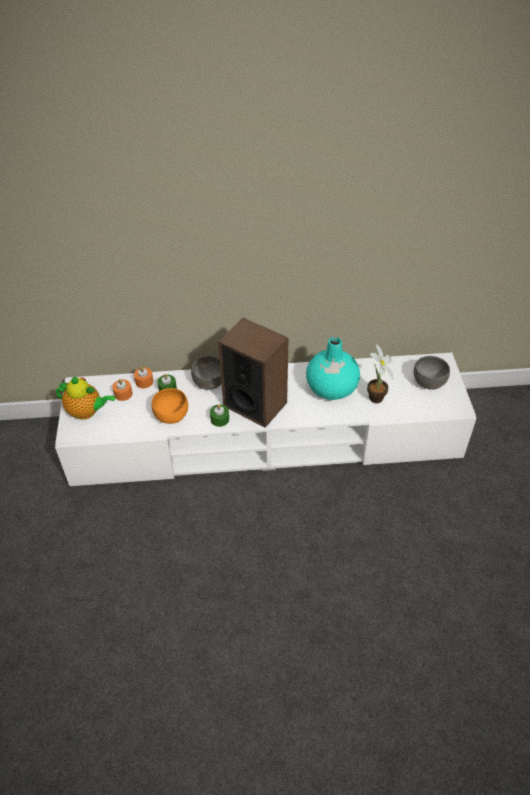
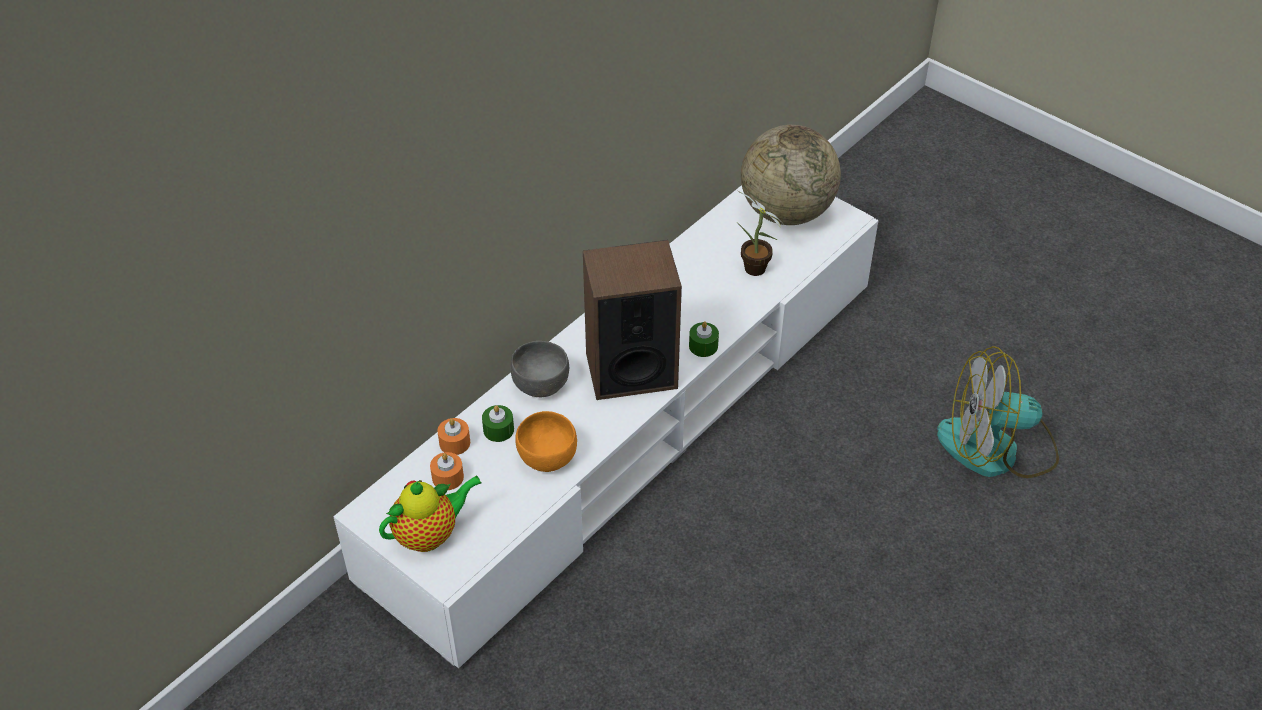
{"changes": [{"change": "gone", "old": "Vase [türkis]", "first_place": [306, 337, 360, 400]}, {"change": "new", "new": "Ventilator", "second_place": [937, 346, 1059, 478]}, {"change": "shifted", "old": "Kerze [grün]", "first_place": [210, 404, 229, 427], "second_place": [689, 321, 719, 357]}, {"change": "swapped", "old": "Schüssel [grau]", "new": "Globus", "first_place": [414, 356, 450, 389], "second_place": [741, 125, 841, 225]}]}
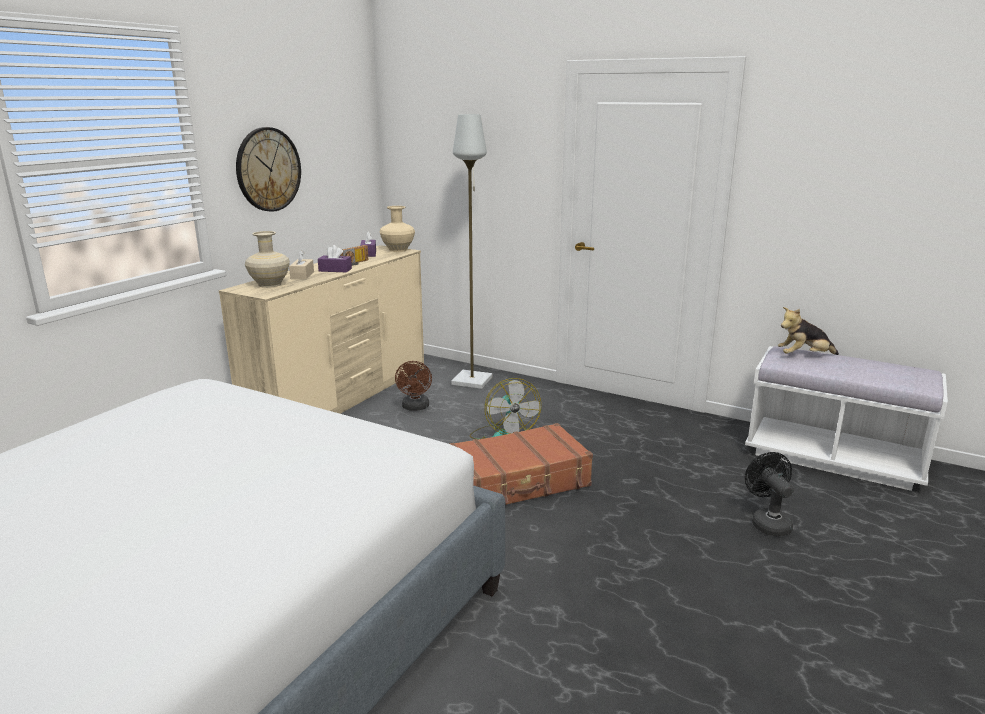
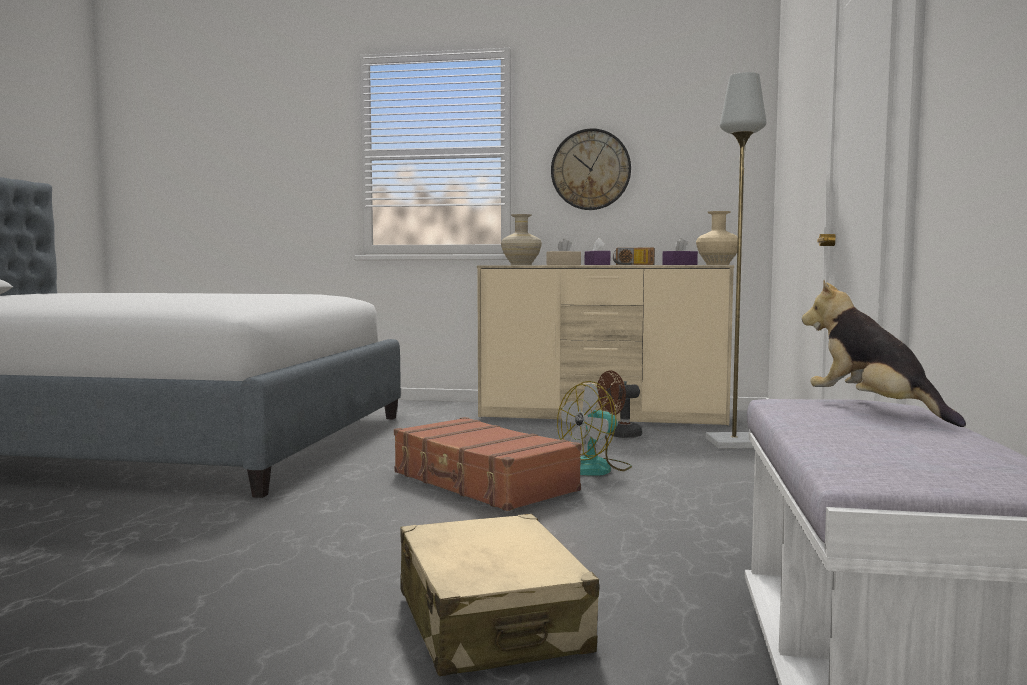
{"changes": [{"change": "swapped", "old": "Ventilator [schwarz]", "new": "Koffer [beige]", "first_place": [745, 452, 794, 536], "second_place": [400, 514, 599, 676]}]}
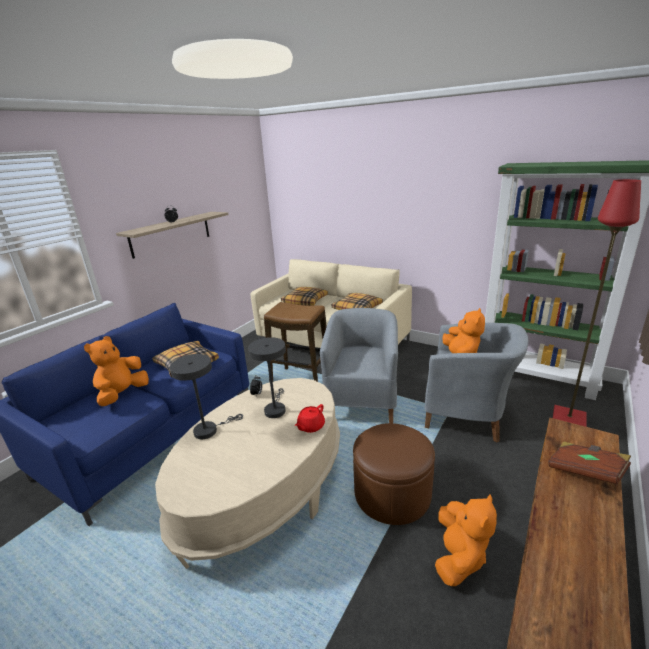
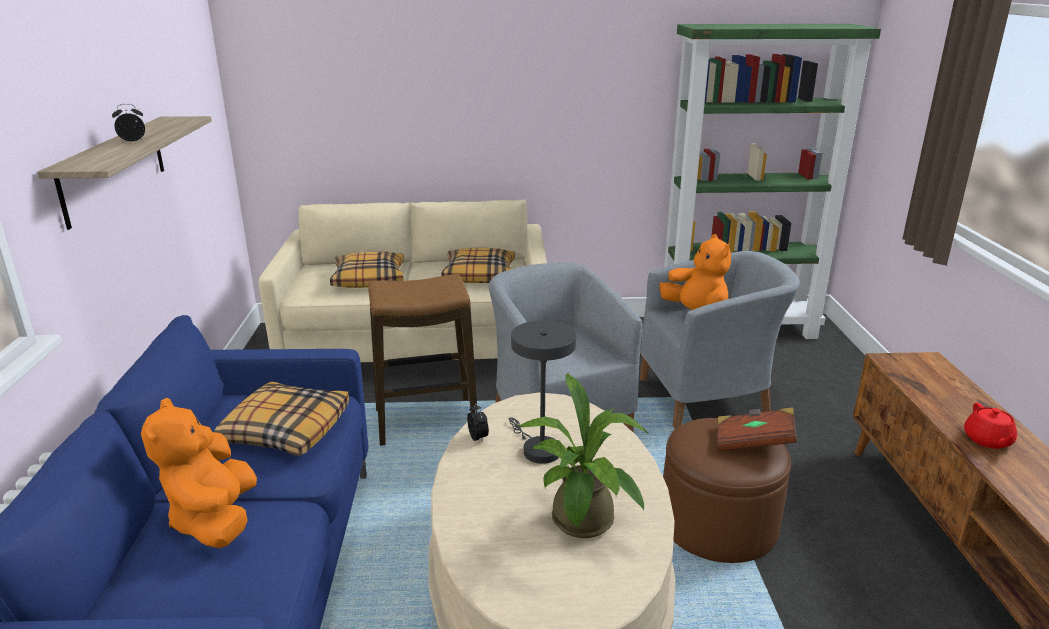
{"changes": [{"change": "gone", "old": "Tischlampe [grau]", "first_place": [170, 354, 243, 439]}, {"change": "gone", "old": "Plüschtier [orange]", "first_place": [435, 494, 497, 586]}, {"change": "gone", "old": "Stehlampe [rot]", "first_place": [553, 179, 641, 427]}, {"change": "new", "new": "Topfpflanze", "second_place": [516, 373, 648, 538]}, {"change": "shifted", "old": "Teekanne [rot]", "first_place": [295, 404, 325, 433], "second_place": [964, 403, 1017, 449]}, {"change": "shifted", "old": "Buch [braun]", "first_place": [548, 442, 631, 484], "second_place": [717, 407, 797, 451]}]}
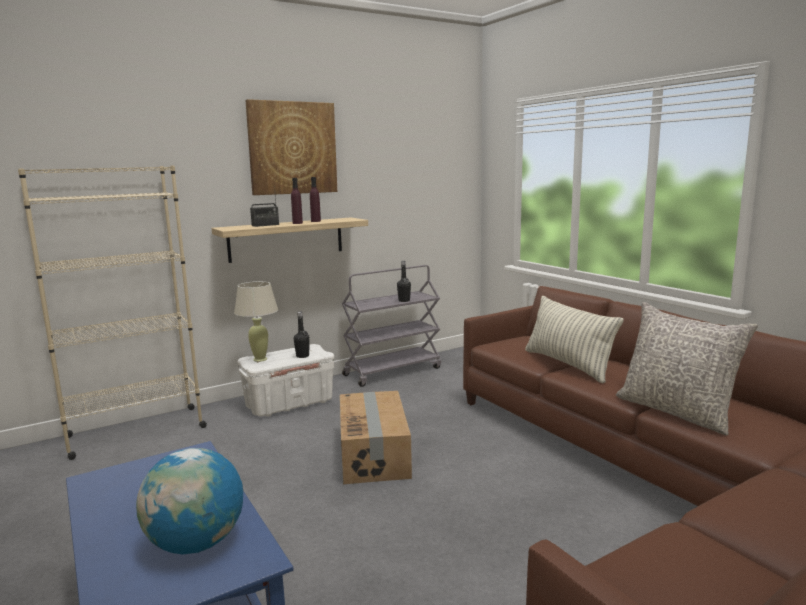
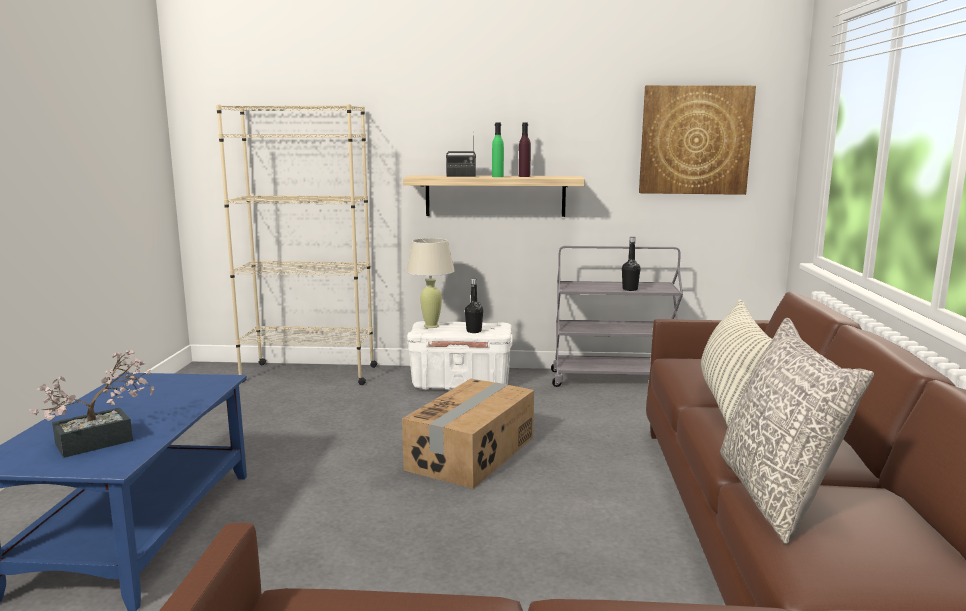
{"changes": [{"change": "shifted", "old": "Bild", "first_place": [245, 99, 337, 195], "second_place": [639, 85, 756, 195]}, {"change": "swapped", "old": "Globus", "new": "Topfpflanze", "first_place": [136, 448, 243, 554], "second_place": [29, 350, 155, 458]}, {"change": "repainted", "old": "Flasche [lila]", "new": "Flasche [grün]", "first_place": [291, 178, 303, 224], "second_place": [492, 123, 504, 177]}]}
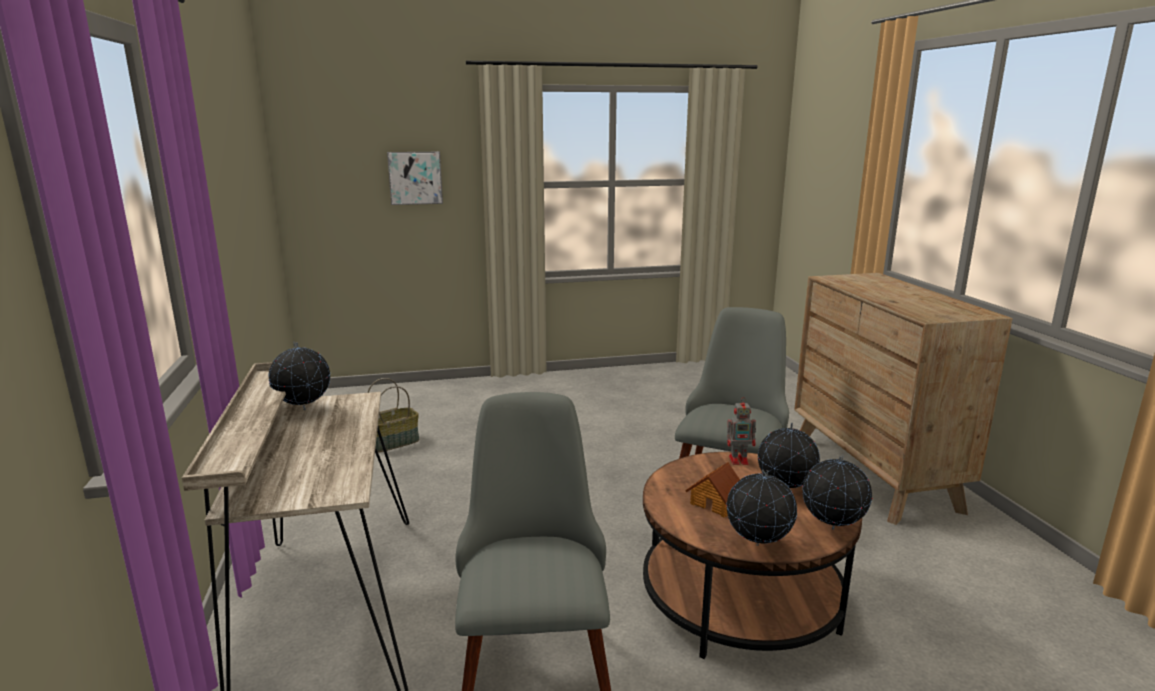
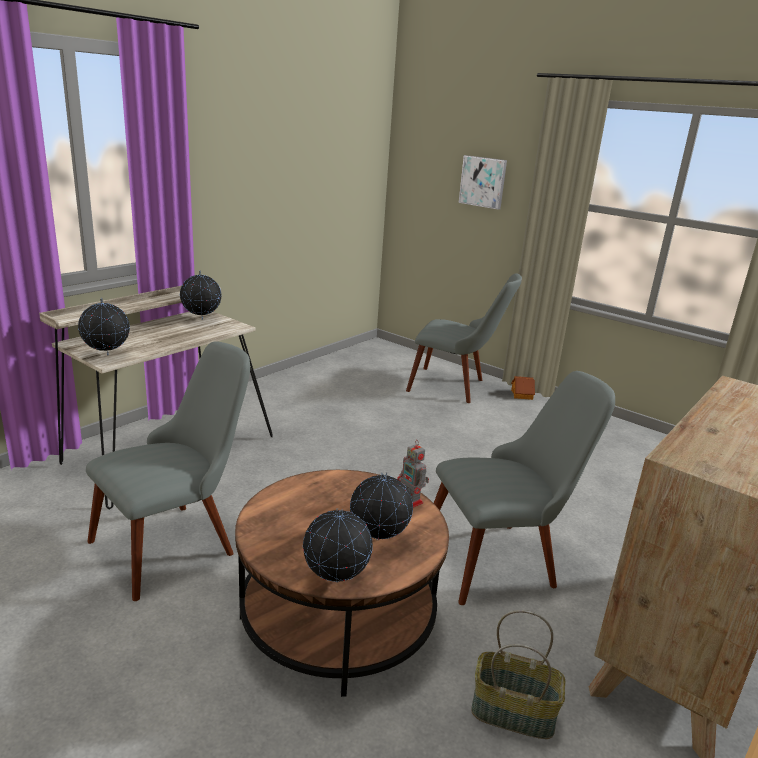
{"changes": [{"change": "new", "new": "Stuhl [grau]", "second_place": [406, 273, 522, 403]}, {"change": "shifted", "old": "Korb", "first_place": [368, 378, 419, 453], "second_place": [471, 610, 565, 739]}, {"change": "shifted", "old": "Spielzeughaus", "first_place": [685, 462, 740, 518], "second_place": [511, 376, 535, 400]}, {"change": "shifted", "old": "Globus", "first_place": [726, 469, 797, 546], "second_place": [78, 298, 130, 356]}]}
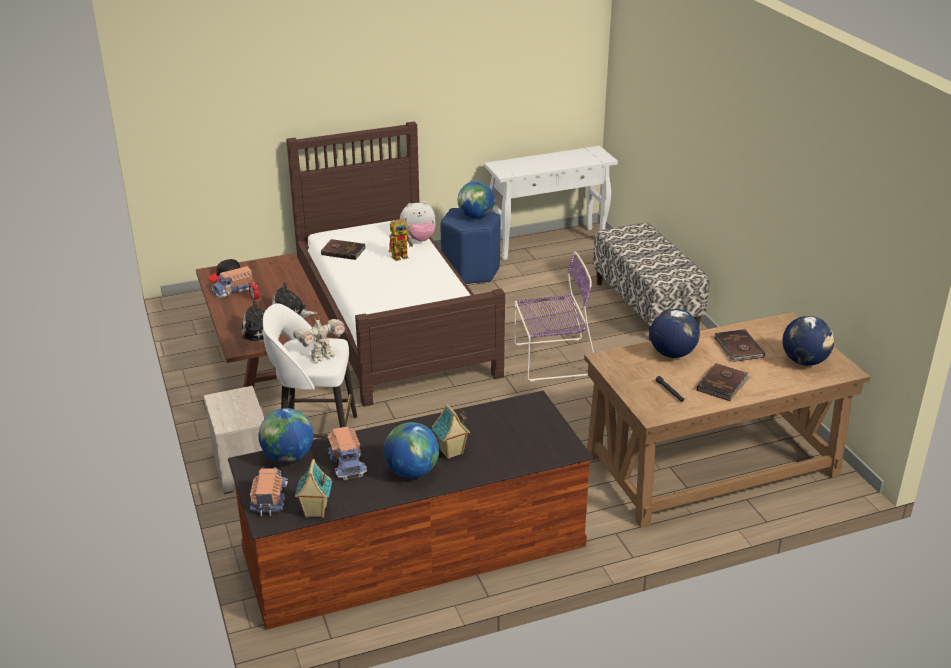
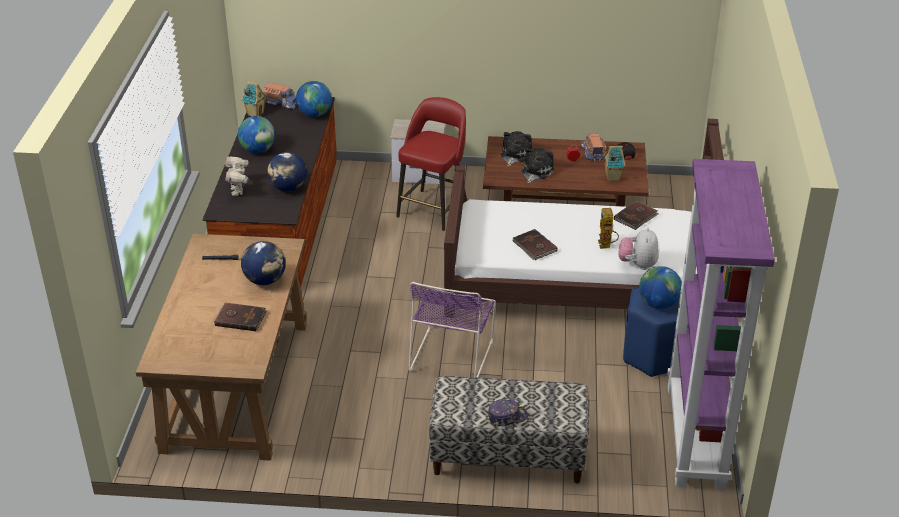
{"changes": [{"change": "gone", "old": "Spielzeuglaster", "first_place": [327, 426, 367, 480]}, {"change": "new", "new": "Kappe", "second_place": [488, 398, 528, 427]}, {"change": "shifted", "old": "Spielzeugroboter", "first_place": [293, 319, 345, 363], "second_place": [225, 157, 249, 196]}, {"change": "shifted", "old": "Spielzeughaus", "first_place": [432, 403, 471, 459], "second_place": [603, 146, 625, 181]}, {"change": "shifted", "old": "Buch [braun]", "first_place": [697, 363, 750, 401], "second_place": [513, 229, 558, 260]}, {"change": "shifted", "old": "Globus", "first_place": [782, 316, 834, 366], "second_place": [267, 152, 307, 192]}, {"change": "swapped", "old": "Konsolentisch [weiß]", "new": "Bücherregal [lila]", "first_place": [484, 146, 618, 260], "second_place": [667, 159, 775, 490]}, {"change": "repainted", "old": "Hocker [weiß]", "new": "Hocker [rot]", "first_place": [263, 303, 357, 438], "second_place": [396, 97, 467, 231]}]}
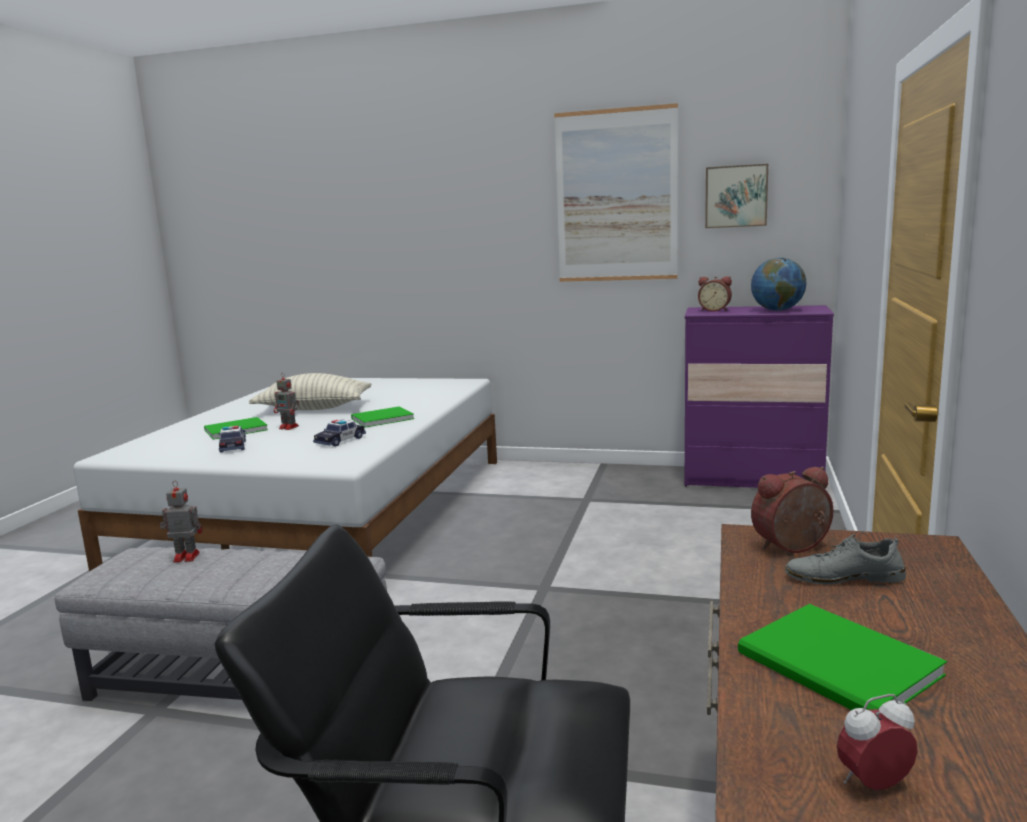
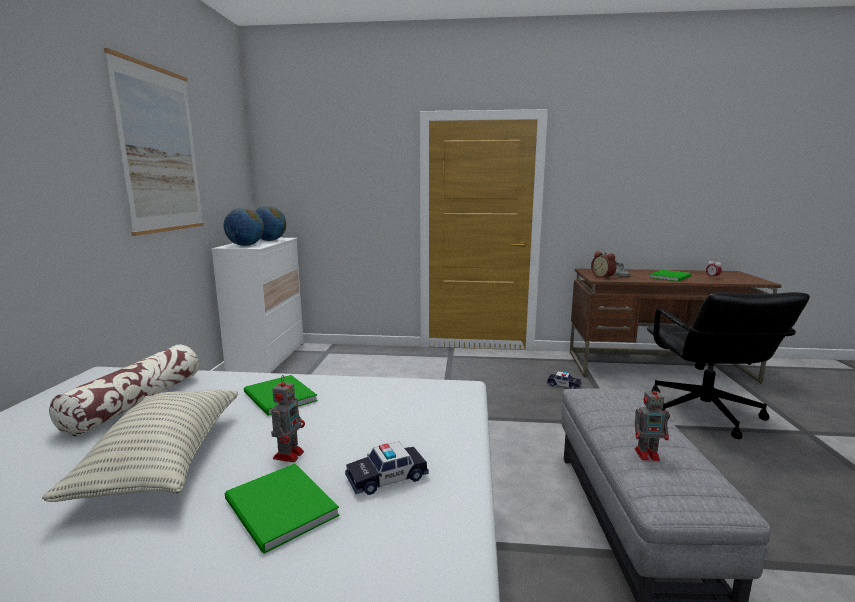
{"changes": [{"change": "gone", "old": "Bild", "first_place": [705, 164, 768, 228]}, {"change": "new", "new": "Kissen", "second_place": [49, 345, 199, 436]}, {"change": "shifted", "old": "Spielzeugauto", "first_place": [313, 419, 366, 446], "second_place": [547, 371, 582, 389]}, {"change": "swapped", "old": "Wecker", "new": "Globus", "first_place": [698, 276, 732, 312], "second_place": [224, 208, 264, 246]}, {"change": "repainted", "old": "Kommode [lila]", "new": "Kommode [weiß]", "first_place": [685, 305, 834, 488], "second_place": [211, 238, 304, 373]}, {"change": "rotated", "old": "Spielzeugroboter", "first_place": [160, 480, 202, 563], "second_place": [635, 385, 669, 461], "degrees": -75}]}
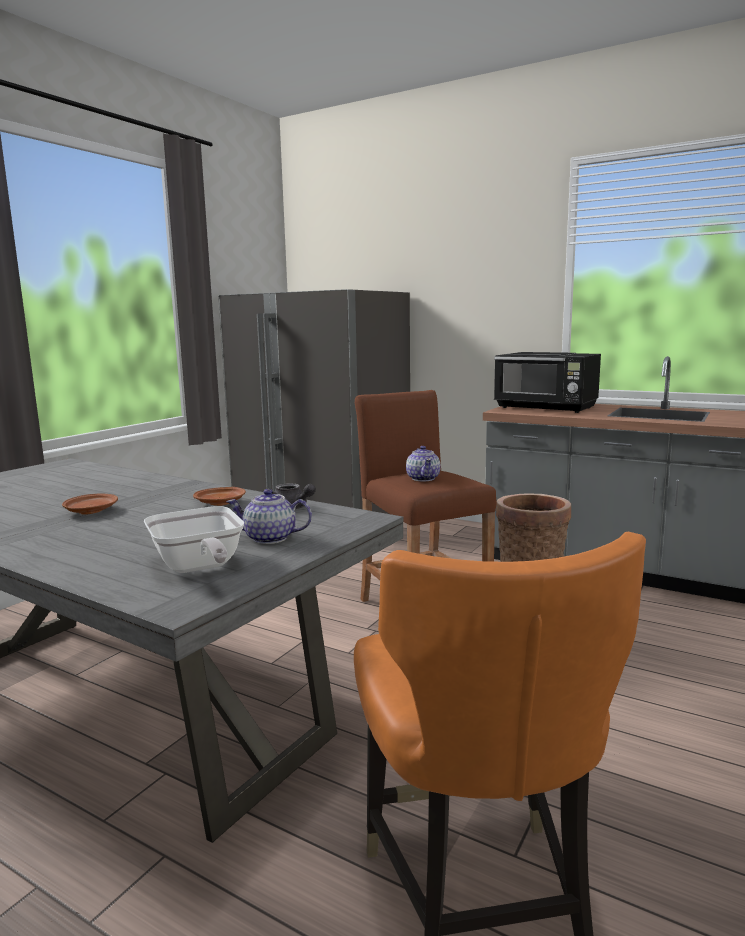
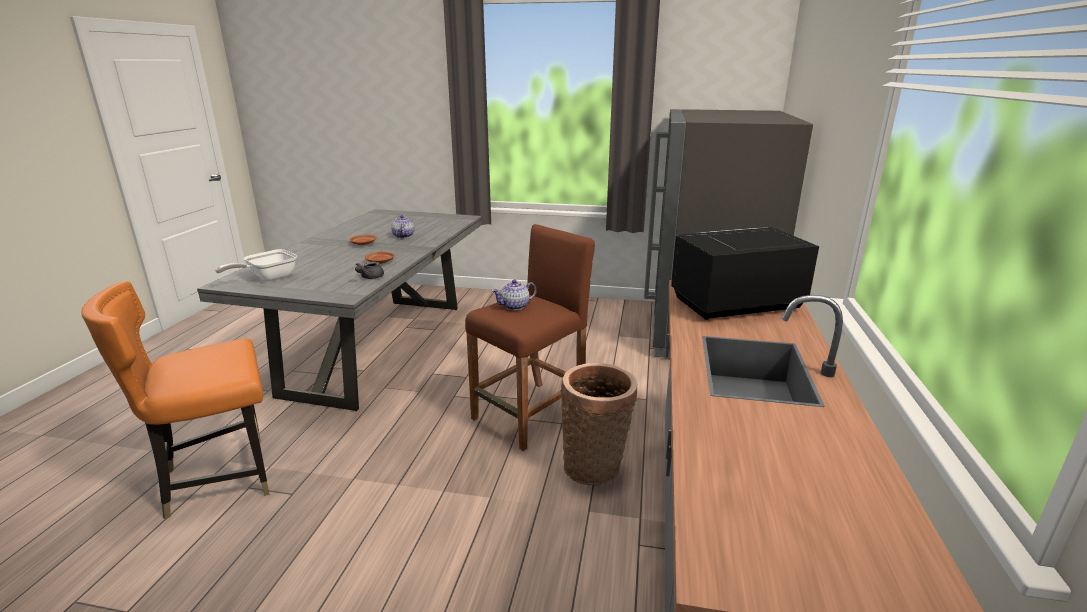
{"changes": [{"change": "shifted", "old": "Teekanne", "first_place": [226, 489, 312, 544], "second_place": [391, 215, 414, 238]}, {"change": "rotated", "old": "Mikrowelle [schwarz]", "first_place": [494, 352, 601, 413], "second_place": [671, 227, 819, 320], "degrees": 60}]}
